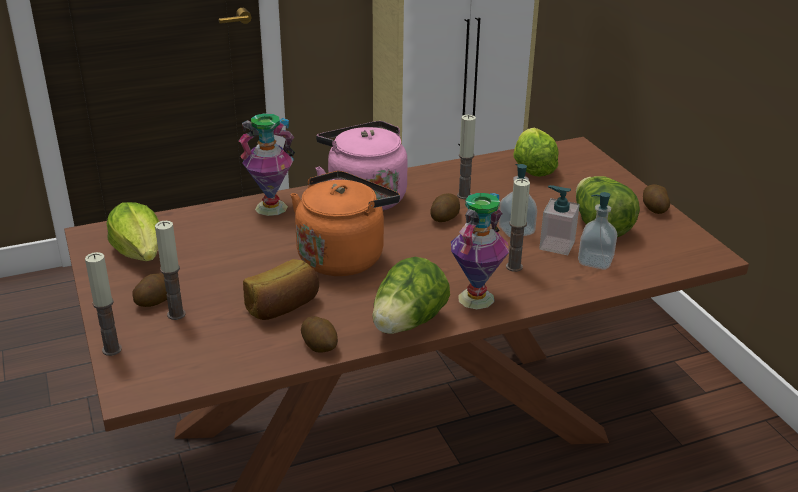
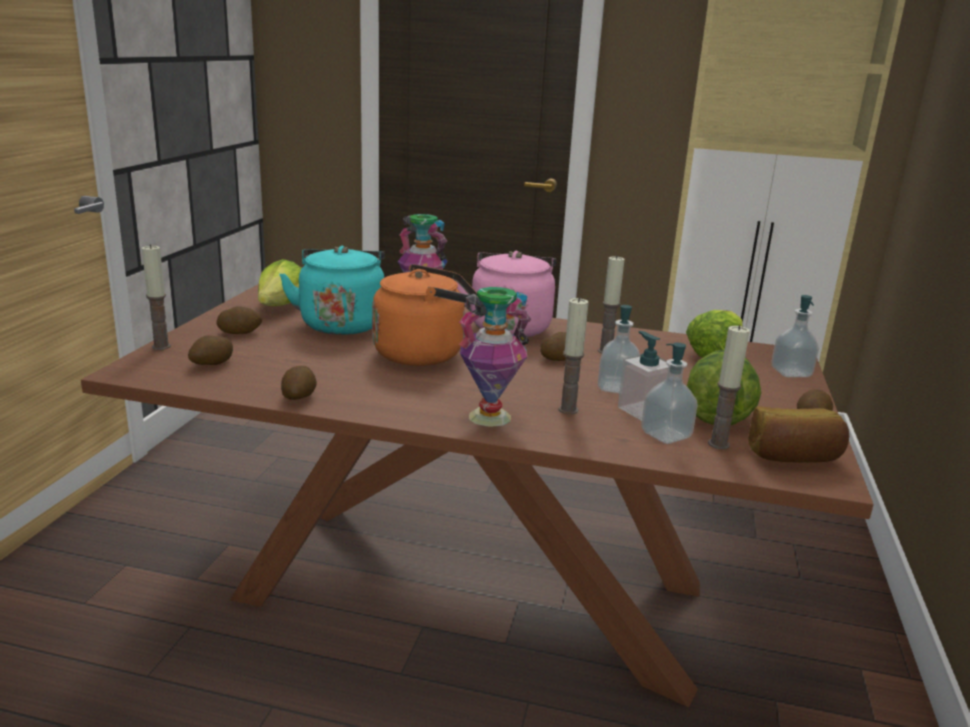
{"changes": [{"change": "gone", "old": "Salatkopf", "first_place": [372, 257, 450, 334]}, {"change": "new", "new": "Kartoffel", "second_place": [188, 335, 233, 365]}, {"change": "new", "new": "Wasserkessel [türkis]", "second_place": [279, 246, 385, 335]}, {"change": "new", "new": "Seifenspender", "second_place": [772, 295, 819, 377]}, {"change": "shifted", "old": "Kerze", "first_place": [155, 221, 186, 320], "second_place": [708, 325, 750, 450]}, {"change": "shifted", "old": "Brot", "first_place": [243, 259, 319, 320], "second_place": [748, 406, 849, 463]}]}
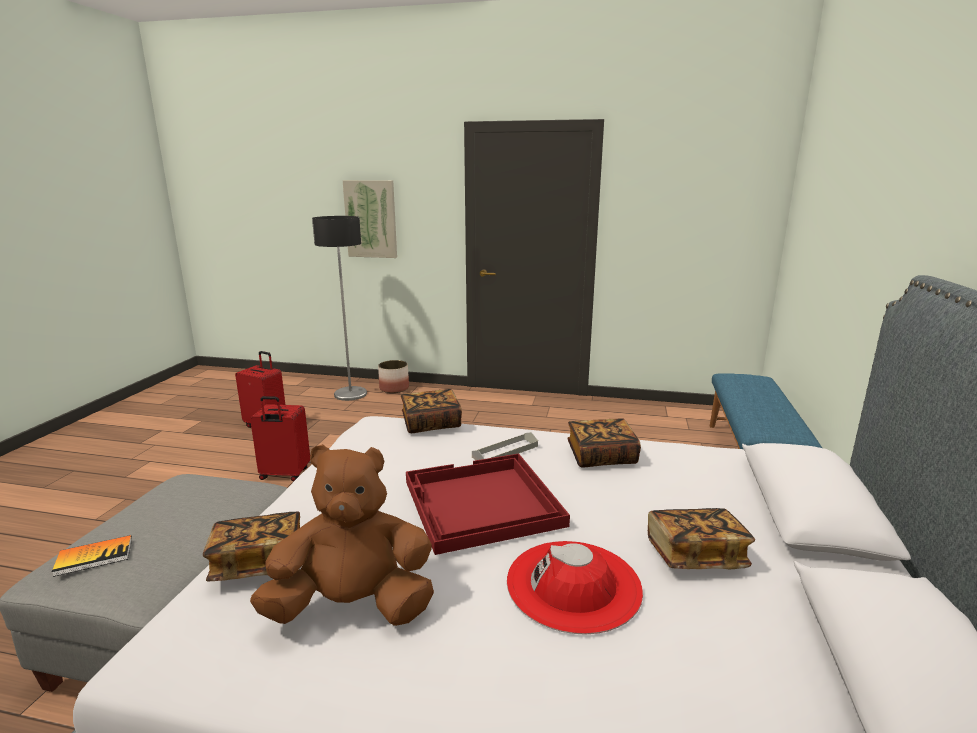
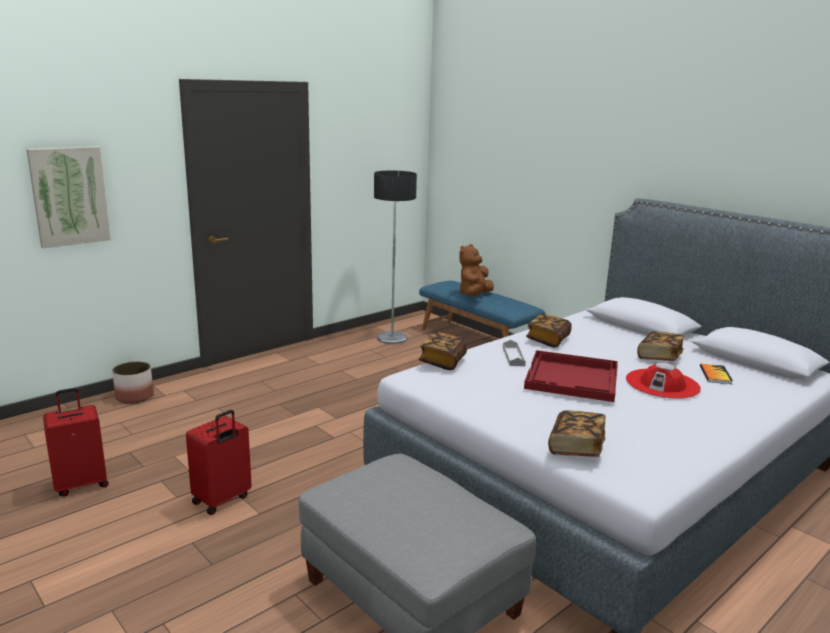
{"changes": [{"change": "shifted", "old": "Buch", "first_place": [52, 535, 132, 577], "second_place": [700, 363, 733, 384]}, {"change": "shifted", "old": "Plüschtier [braun]", "first_place": [250, 444, 434, 626], "second_place": [459, 244, 494, 296]}, {"change": "shifted", "old": "Stehlampe", "first_place": [312, 216, 367, 401], "second_place": [374, 170, 417, 344]}]}
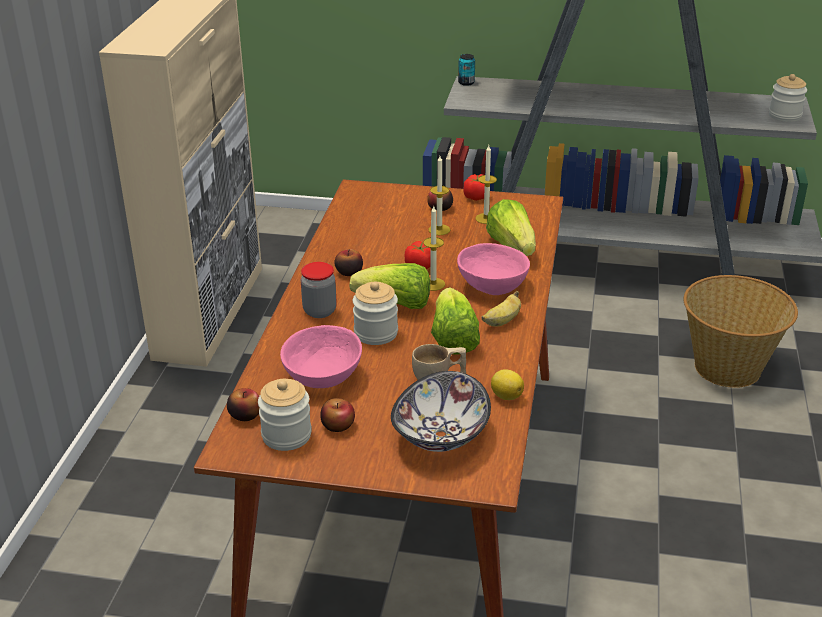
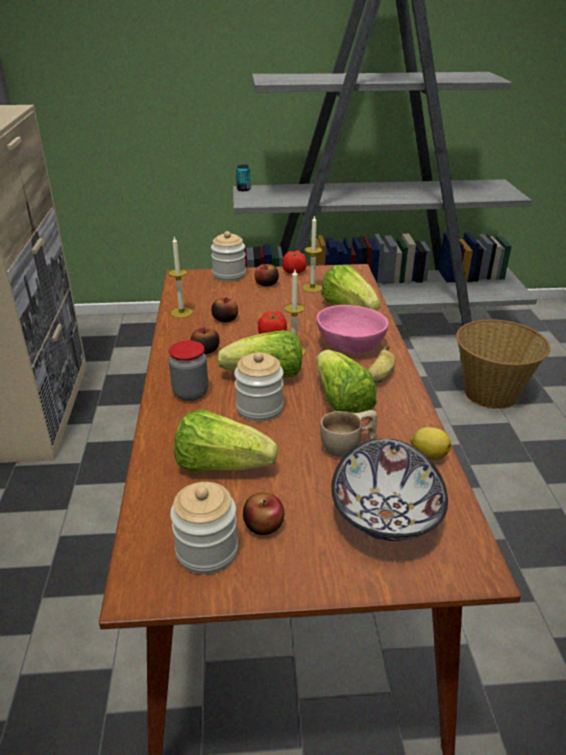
{"changes": [{"change": "shifted", "old": "Apfel", "first_place": [227, 388, 260, 421], "second_place": [211, 298, 238, 322]}, {"change": "shifted", "old": "Kerze", "first_place": [428, 156, 450, 235], "second_place": [168, 237, 193, 318]}, {"change": "shifted", "old": "Vorratsglas", "first_place": [769, 74, 807, 122], "second_place": [211, 231, 246, 281]}, {"change": "swapped", "old": "Schüssel [rosa]", "new": "Salatkopf", "first_place": [280, 325, 362, 388], "second_place": [174, 410, 278, 471]}]}
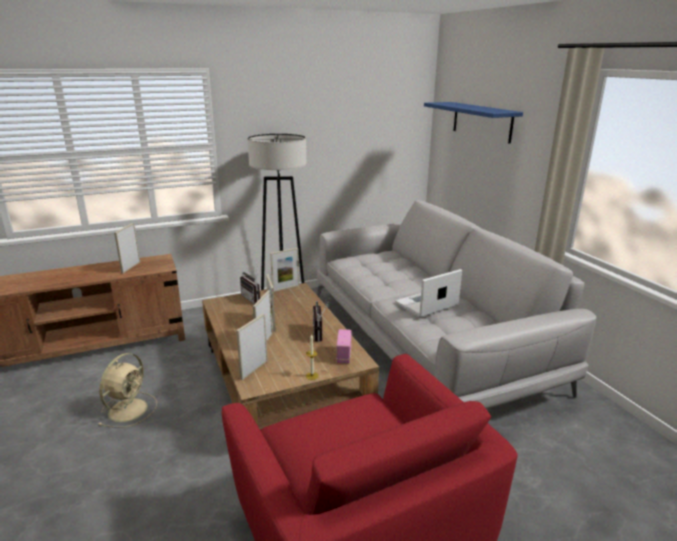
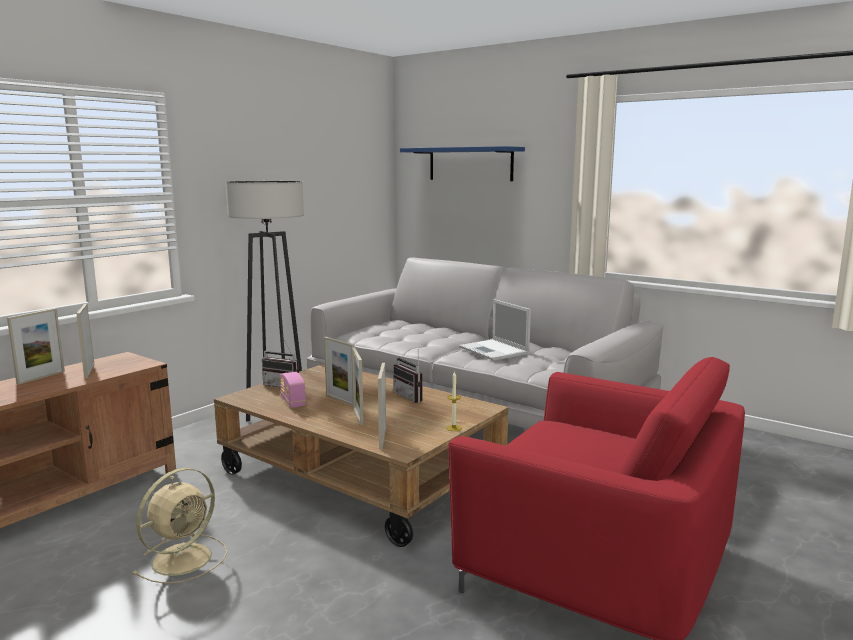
{"changes": [{"change": "shifted", "old": "Bilderrahmen", "first_place": [270, 248, 299, 292], "second_place": [7, 308, 65, 385]}, {"change": "shifted", "old": "Radio", "first_place": [336, 329, 352, 363], "second_place": [280, 372, 306, 408]}, {"change": "rotated", "old": "Ventilator [beige]", "first_place": [98, 353, 157, 428], "second_place": [132, 468, 227, 584], "degrees": 45}, {"change": "rotated", "old": "Laptop", "first_place": [395, 269, 462, 318], "second_place": [459, 299, 531, 361], "degrees": -60}]}
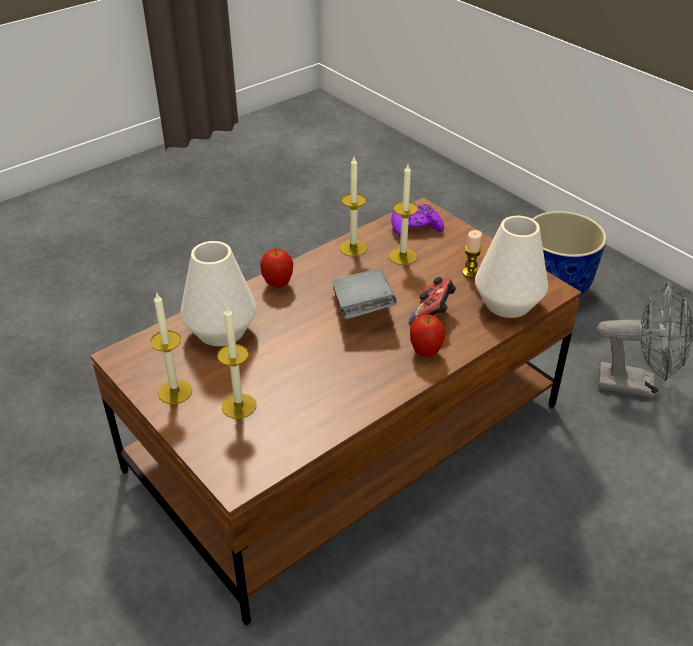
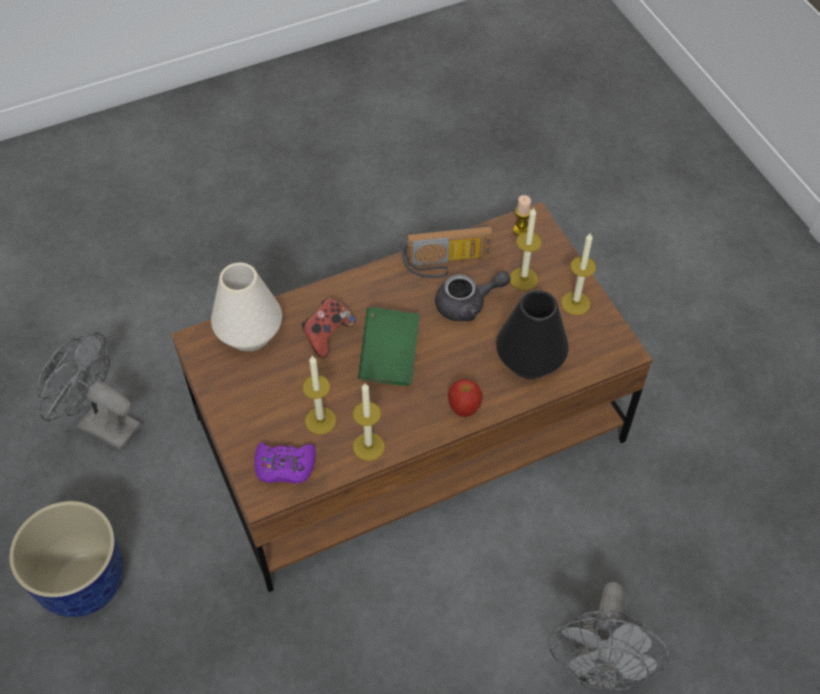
{"changes": [{"change": "gone", "old": "Apfel", "first_place": [410, 314, 445, 357]}, {"change": "new", "new": "Radio", "second_place": [402, 225, 493, 278]}, {"change": "new", "new": "Teekanne [grau]", "second_place": [435, 271, 511, 321]}, {"change": "new", "new": "Ventilator [grau]", "second_place": [549, 582, 670, 690]}, {"change": "shifted", "old": "Kerze", "first_place": [462, 230, 482, 278], "second_place": [513, 195, 531, 236]}, {"change": "repainted", "old": "Vase [weiß]", "new": "Vase [schwarz]", "first_place": [180, 241, 256, 346], "second_place": [496, 290, 569, 379]}, {"change": "repainted", "old": "Buch [grau]", "new": "Buch [grün]", "first_place": [332, 269, 397, 319], "second_place": [358, 307, 420, 386]}]}
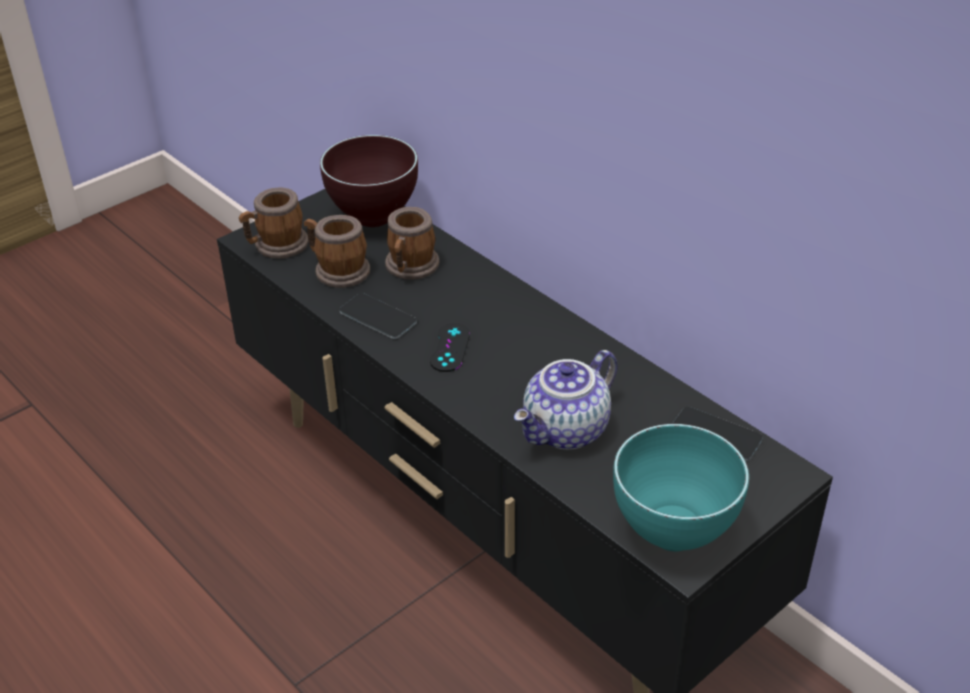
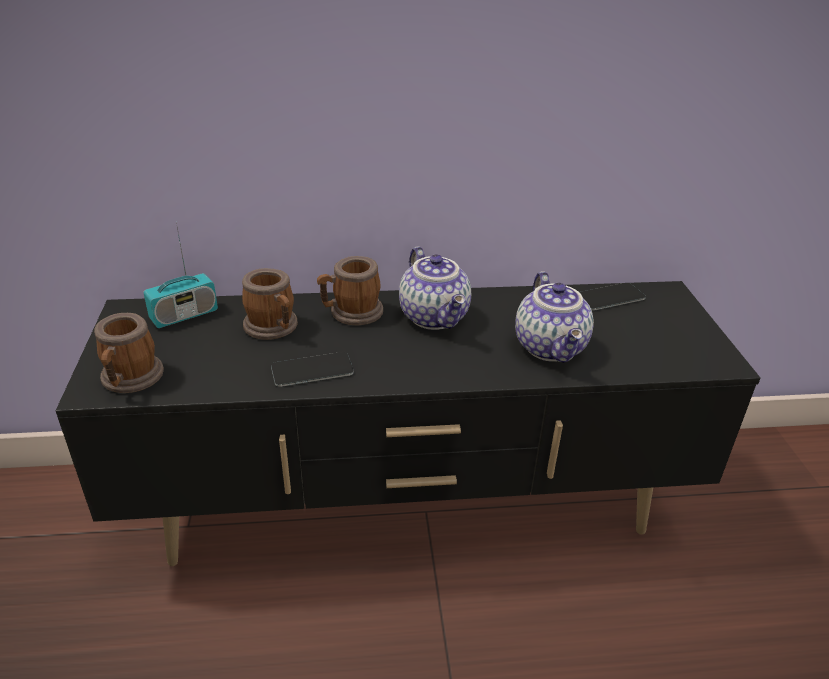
{"changes": [{"change": "gone", "old": "Gamepad [schwarz]", "first_place": [430, 323, 470, 372]}, {"change": "gone", "old": "Schüssel [türkis]", "first_place": [613, 424, 749, 551]}, {"change": "new", "new": "Teekanne", "second_place": [399, 247, 471, 330]}, {"change": "shifted", "old": "Henkelbecher", "first_place": [304, 215, 370, 288], "second_place": [317, 256, 383, 325]}, {"change": "swapped", "old": "Schüssel [braun]", "new": "Radio", "first_place": [320, 135, 418, 227], "second_place": [144, 222, 218, 328]}]}
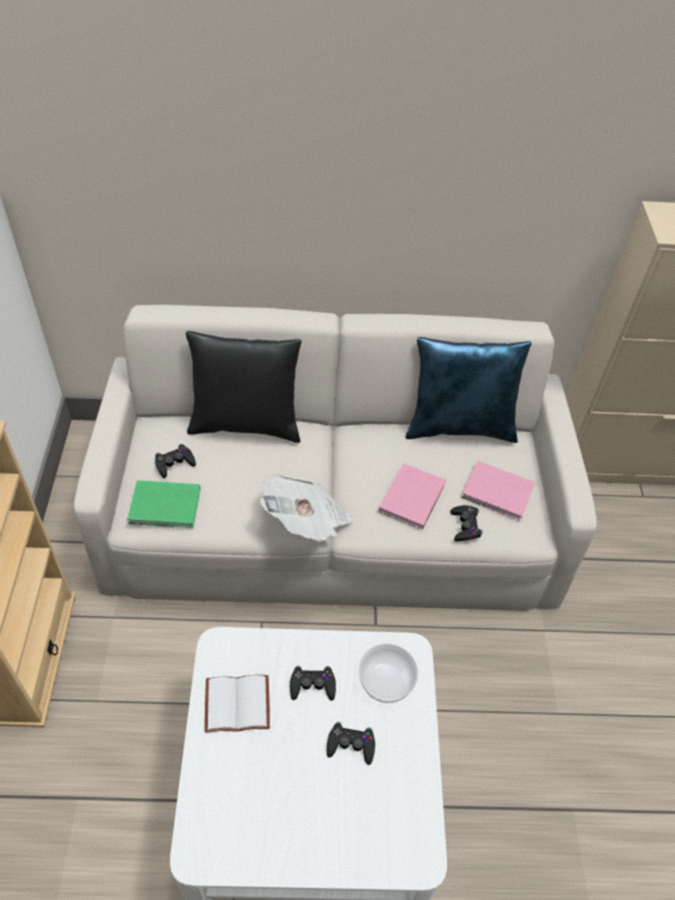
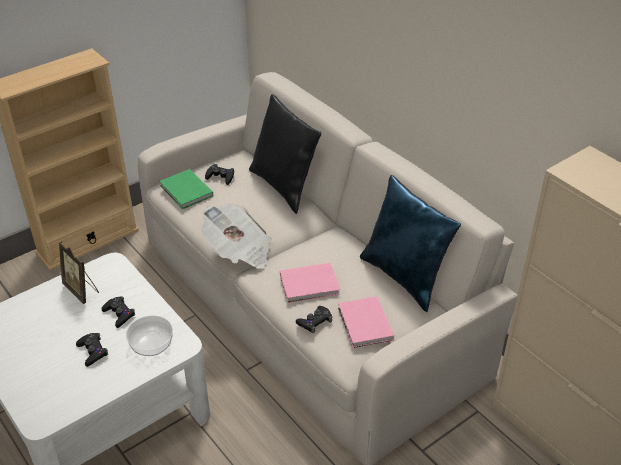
{"changes": [{"change": "swapped", "old": "Buch [weiß]", "new": "Bilderrahmen", "first_place": [205, 675, 270, 733], "second_place": [59, 241, 99, 304]}]}
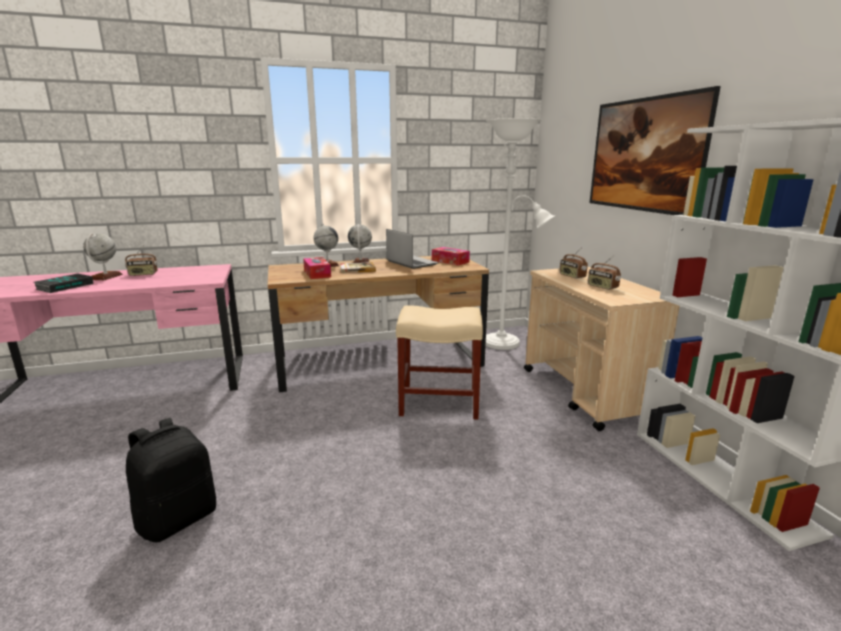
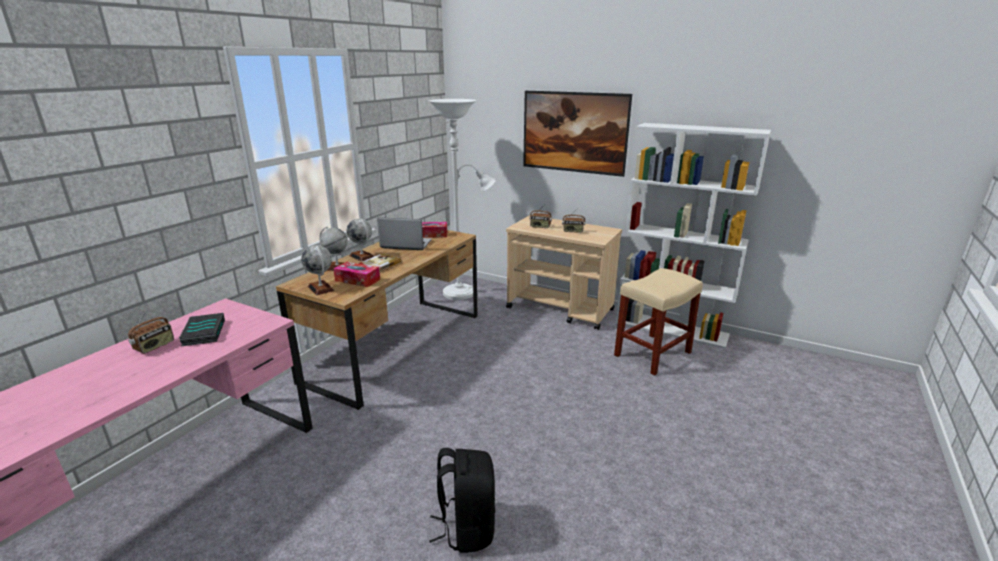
{"changes": [{"change": "shifted", "old": "Buch", "first_place": [34, 273, 94, 293], "second_place": [179, 313, 225, 346]}, {"change": "shifted", "old": "Globus", "first_place": [83, 233, 123, 280], "second_place": [301, 245, 334, 295]}, {"change": "shifted", "old": "Hocker [beige]", "first_place": [396, 306, 483, 420], "second_place": [614, 268, 703, 375]}]}
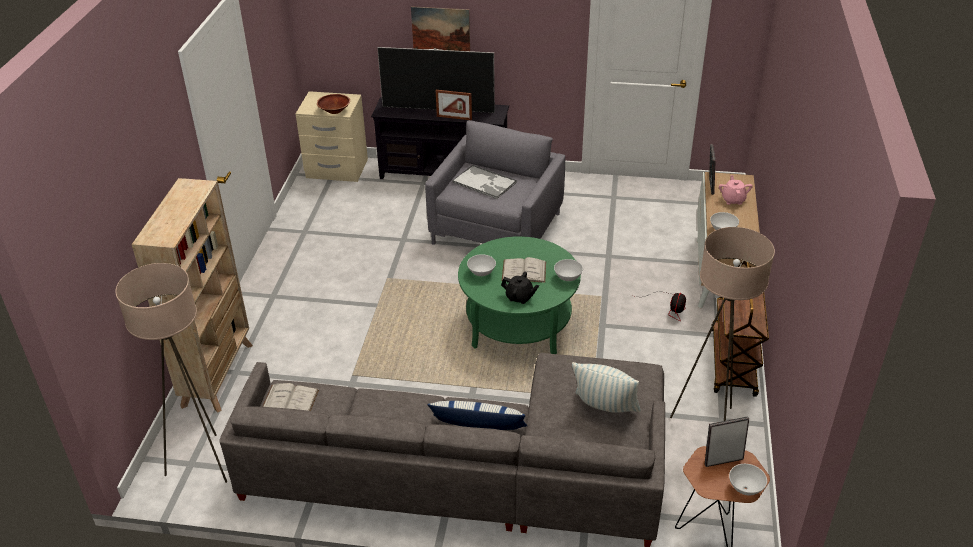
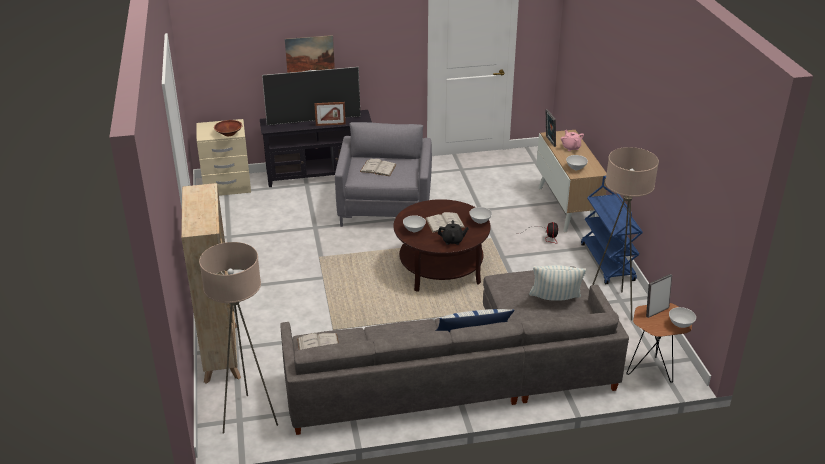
{"changes": [{"change": "swapped", "old": "Tablett", "new": "Buch [weiß]", "first_place": [452, 165, 517, 199], "second_place": [360, 158, 397, 176]}, {"change": "repainted", "old": "Couchtisch [grün]", "new": "Couchtisch [braun]", "first_place": [458, 236, 581, 354], "second_place": [393, 199, 491, 292]}, {"change": "repainted", "old": "Rollwagen [braun]", "new": "Rollwagen [blau]", "first_place": [712, 261, 769, 397], "second_place": [581, 176, 643, 284]}]}
